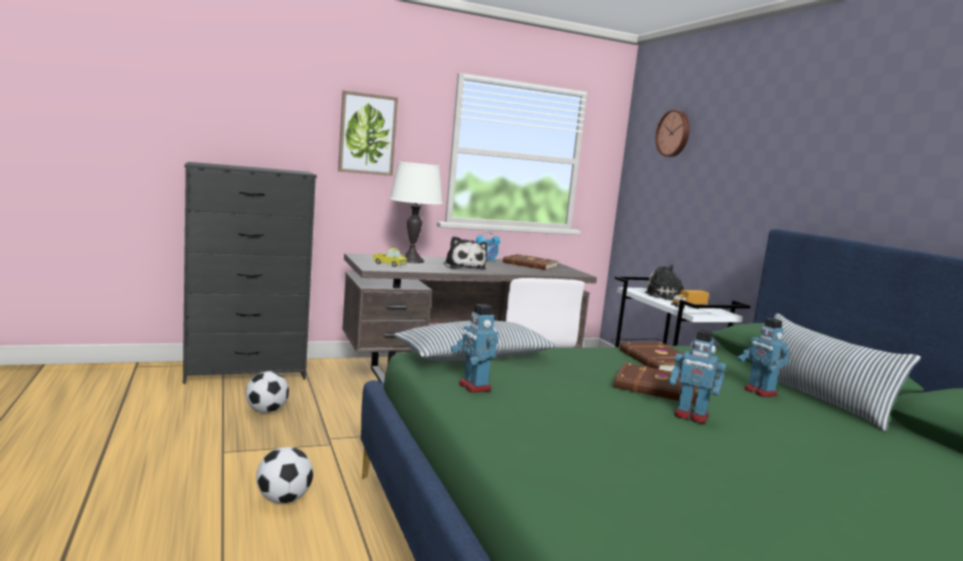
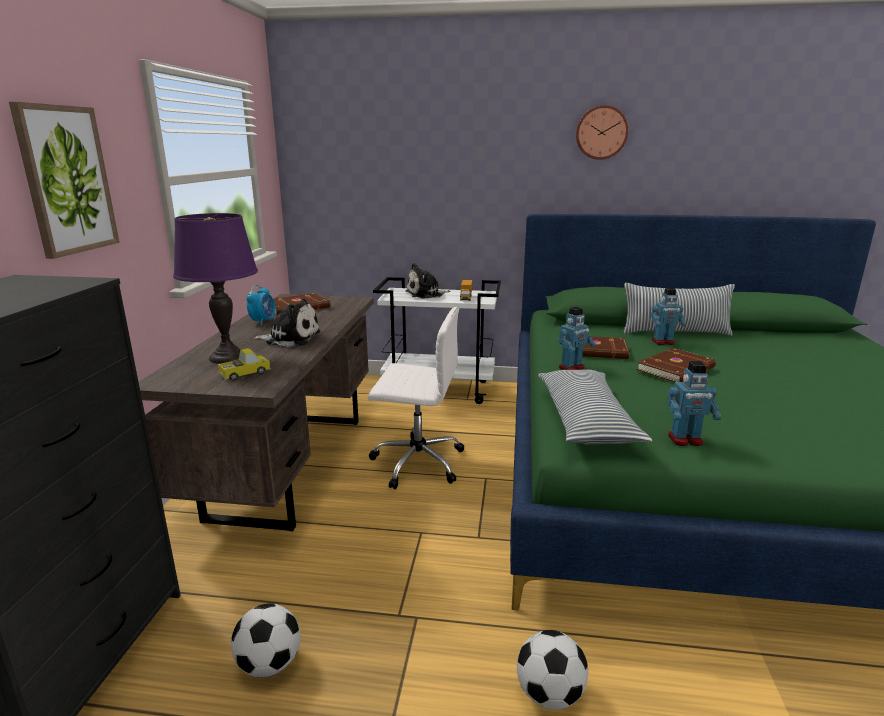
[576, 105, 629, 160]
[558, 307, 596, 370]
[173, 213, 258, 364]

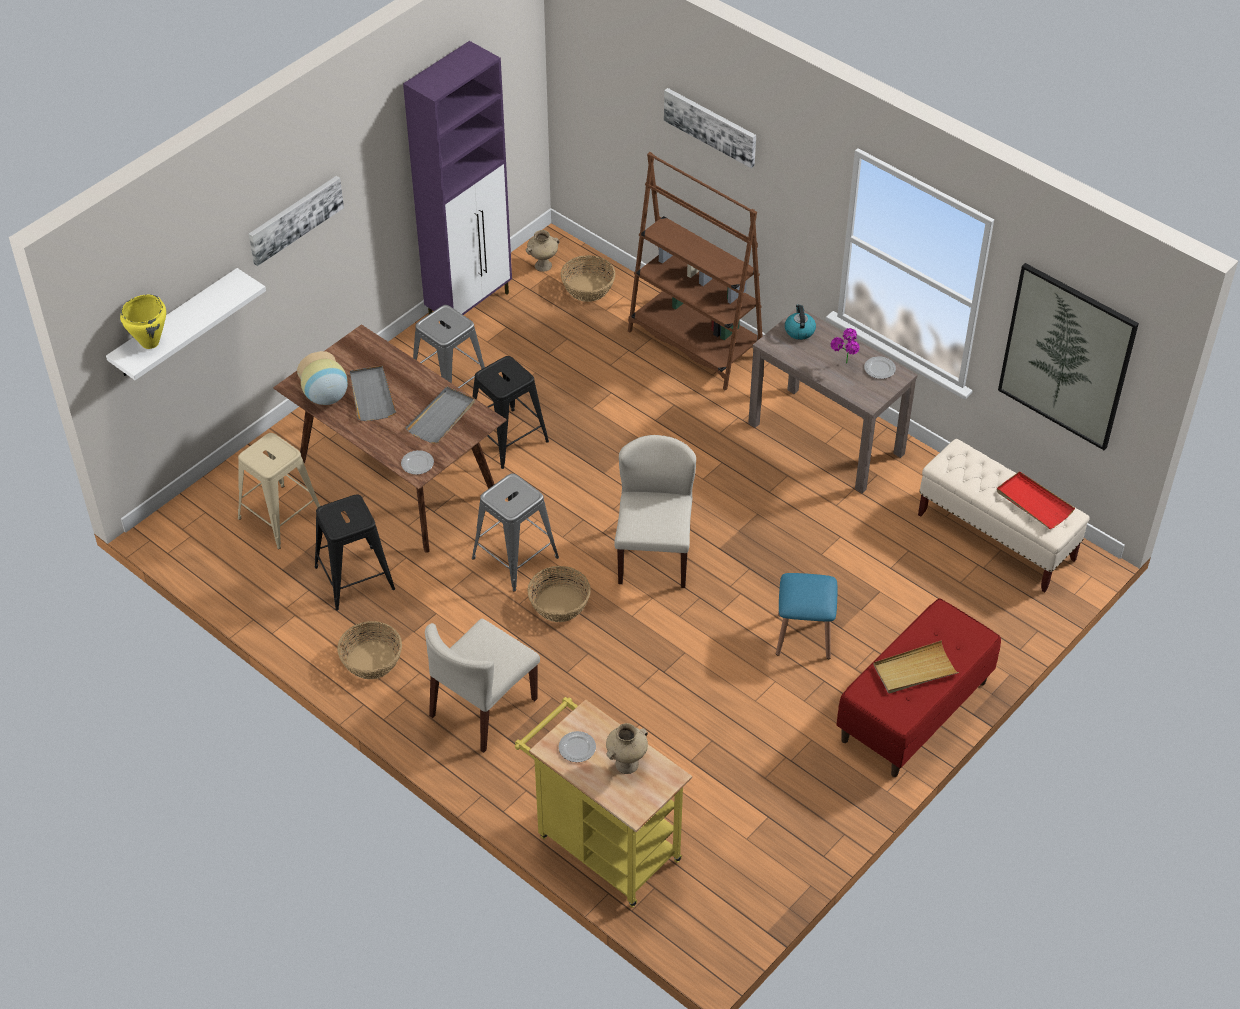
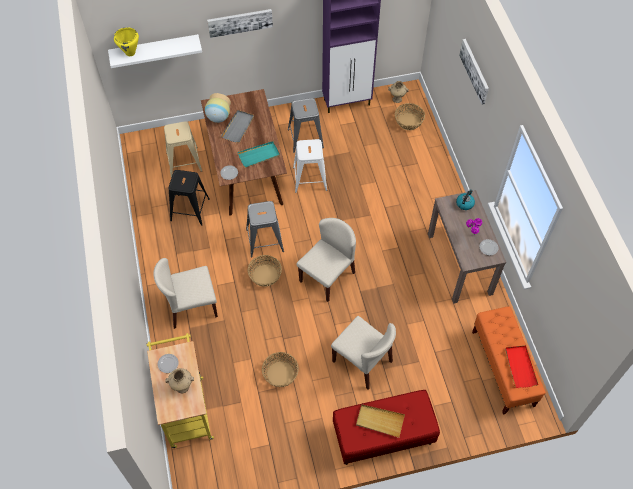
[628, 152, 763, 390] (first image)
[998, 263, 1139, 450] (first image)
[262, 352, 299, 387]
[331, 316, 396, 390]
[238, 141, 280, 168]
[293, 139, 327, 193]
[472, 307, 546, 414]

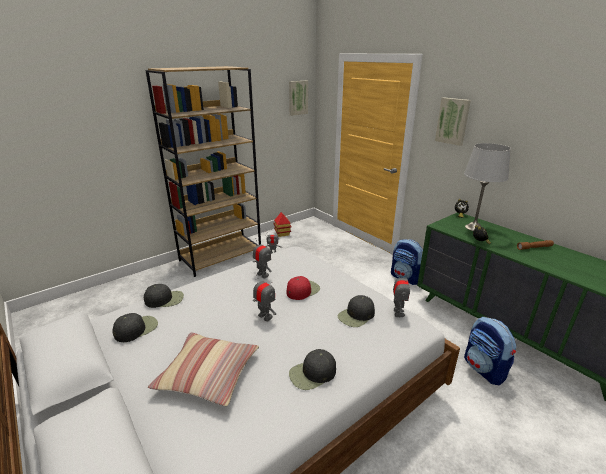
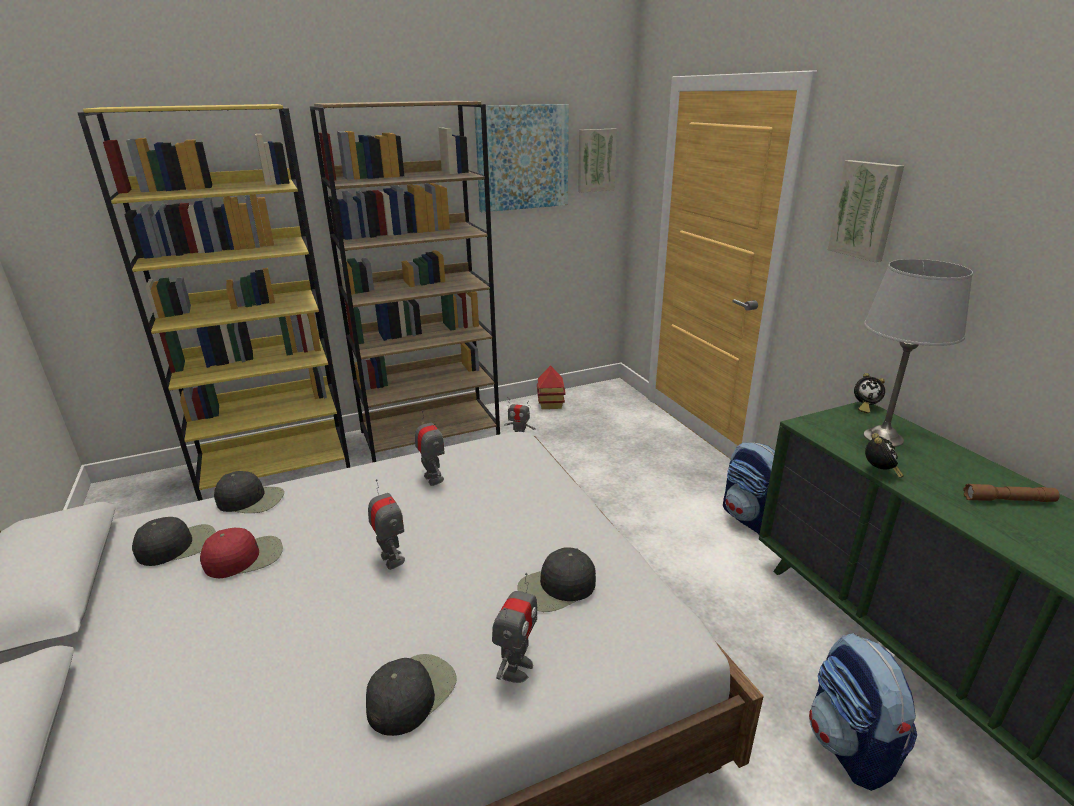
[148, 332, 259, 406] (first image)
[78, 104, 350, 501]
[474, 104, 569, 212]
[200, 528, 283, 578]
[492, 573, 537, 683]
[366, 654, 457, 736]

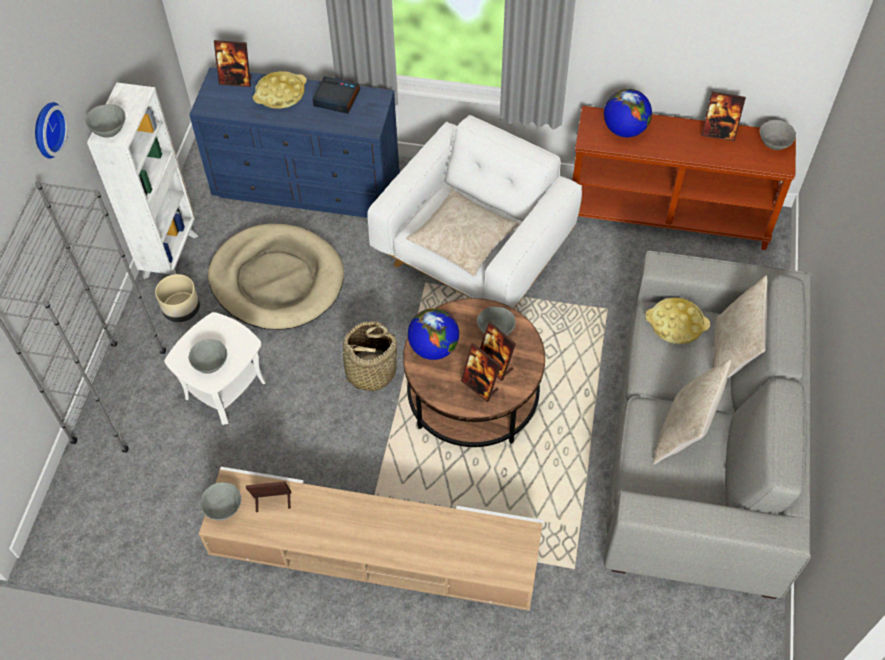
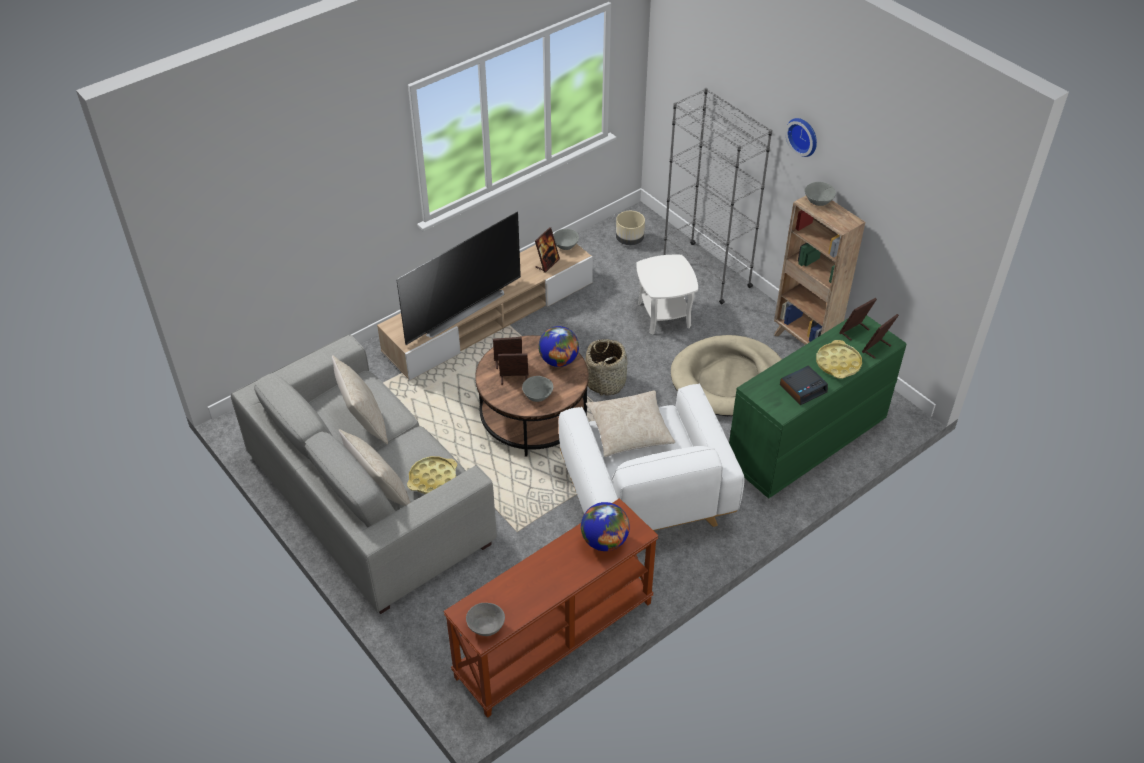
[189, 340, 227, 374] (first image)
[396, 212, 521, 345]
[616, 211, 645, 245]
[839, 298, 877, 341]
[774, 196, 865, 345]
[729, 315, 907, 499]

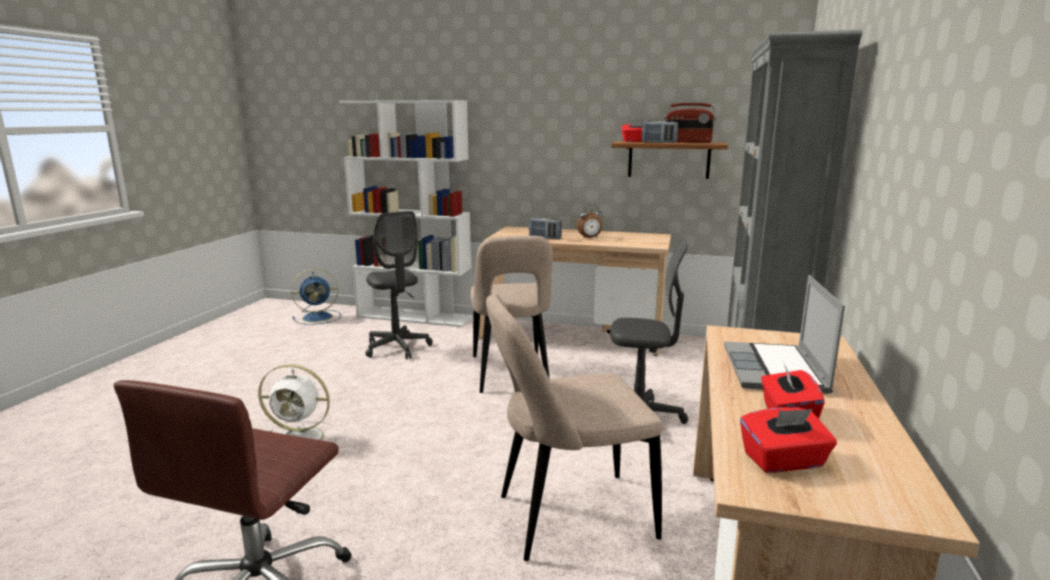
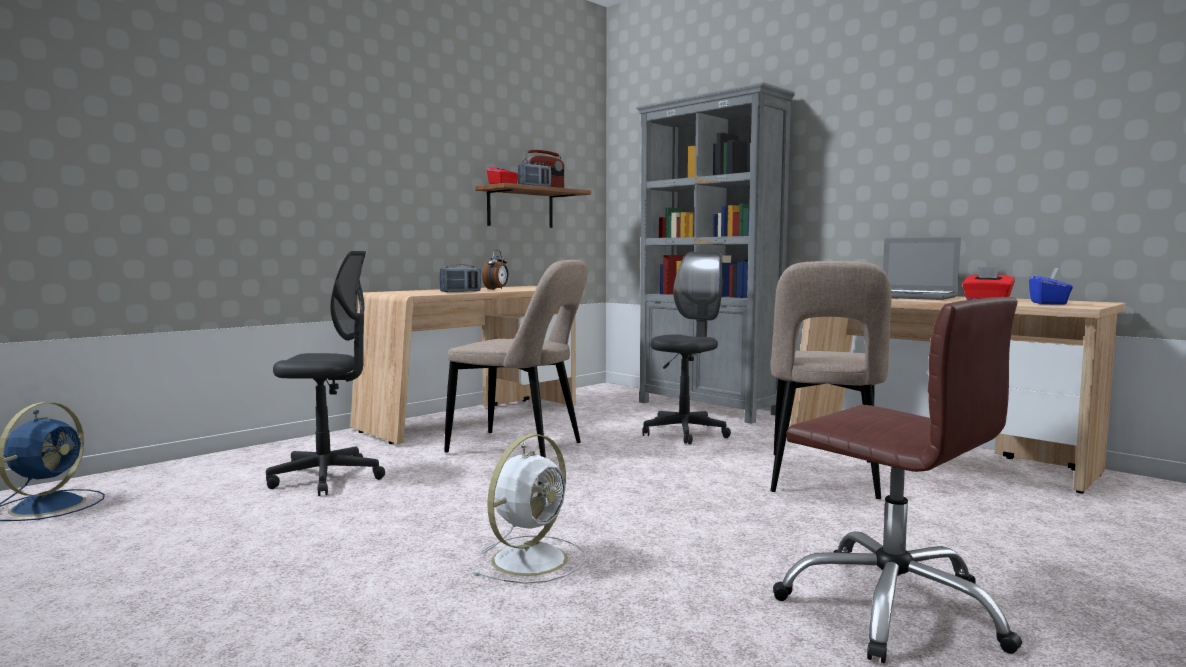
[339, 100, 473, 327] (first image)
[1029, 268, 1073, 305]

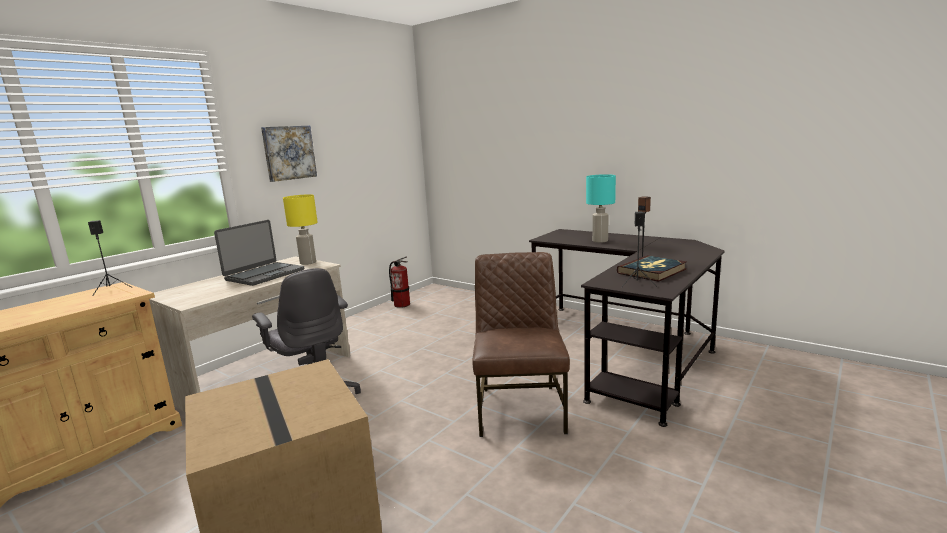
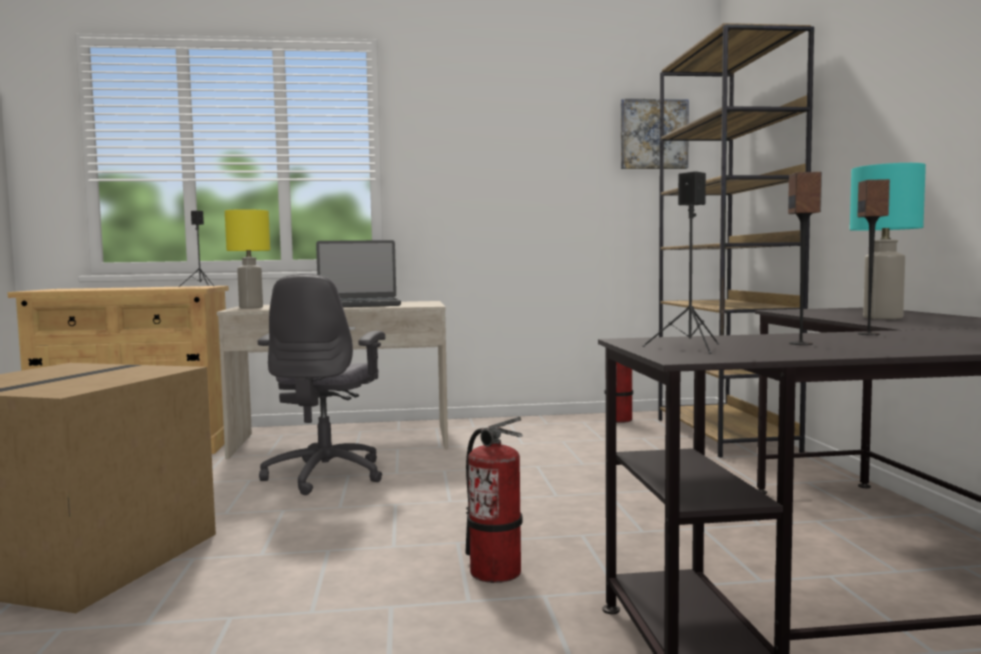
[658, 23, 814, 458]
[621, 99, 689, 169]
[225, 209, 270, 309]
[465, 417, 523, 583]
[788, 172, 822, 345]

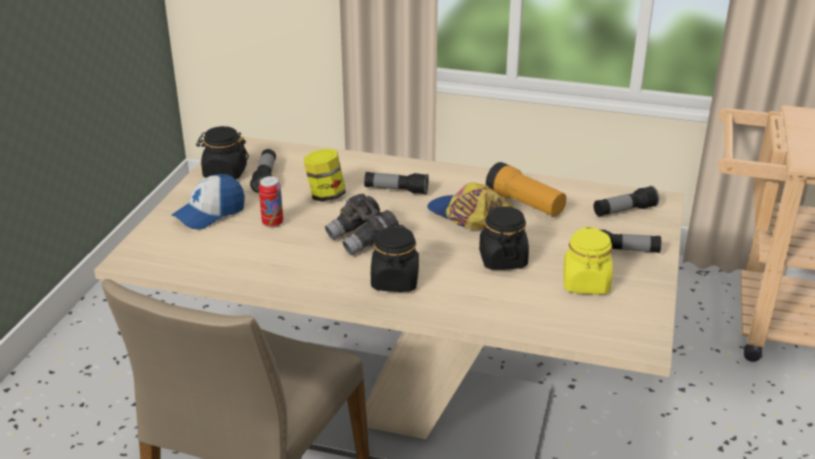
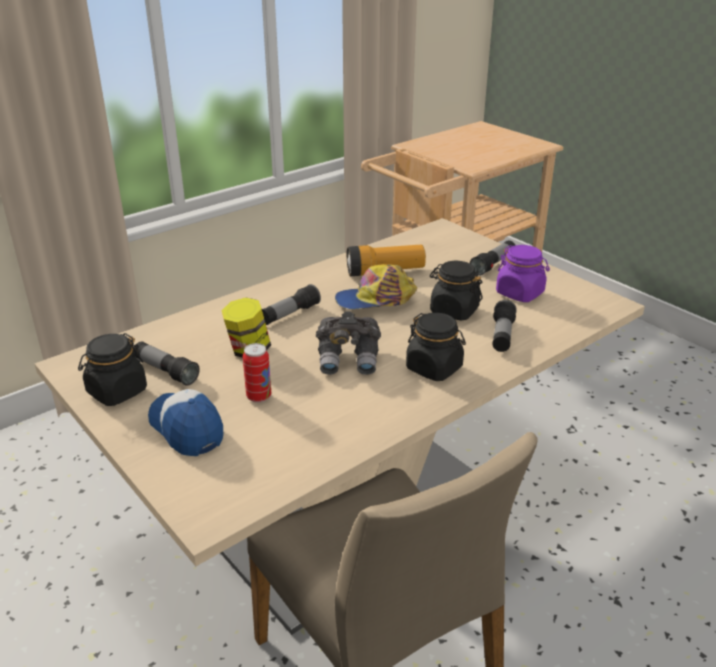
[492, 300, 517, 352]
[496, 245, 550, 302]
[148, 389, 223, 456]

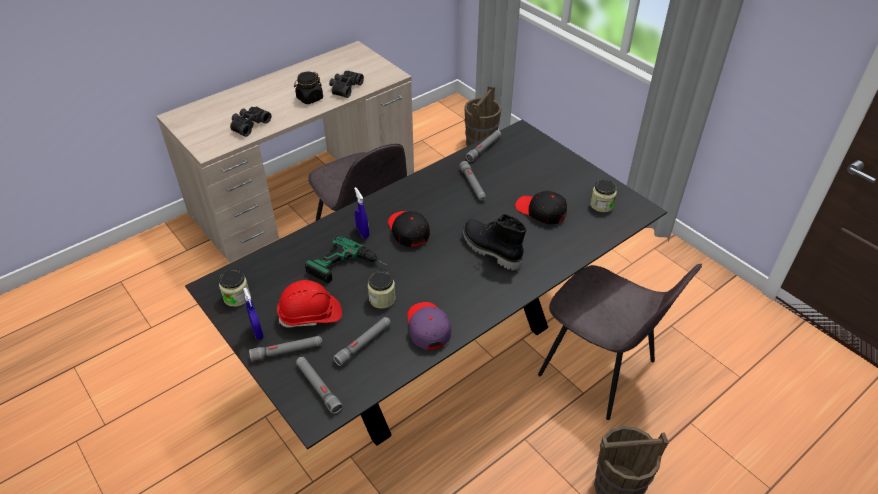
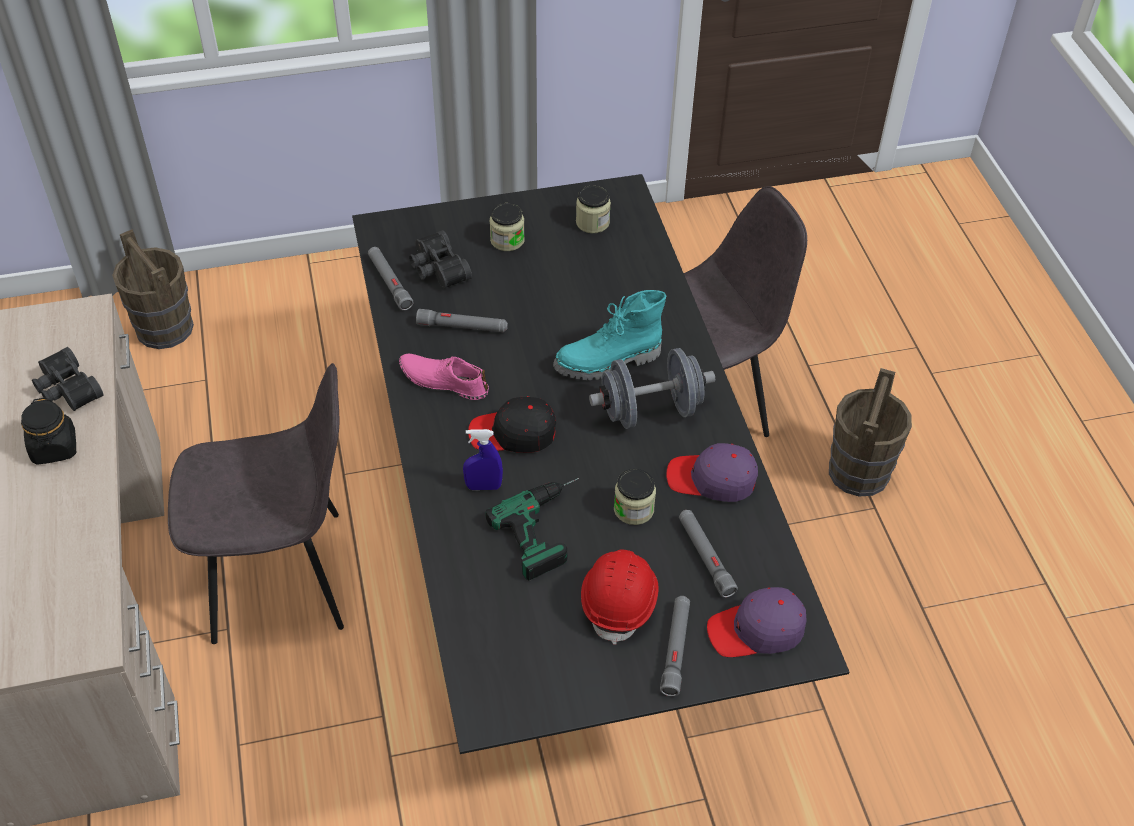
[243, 287, 264, 340] (first image)
[515, 191, 567, 224] (first image)
[399, 354, 489, 400]
[589, 348, 715, 429]
[490, 203, 525, 251]
[409, 230, 472, 289]
[707, 587, 807, 657]
[553, 290, 666, 380]

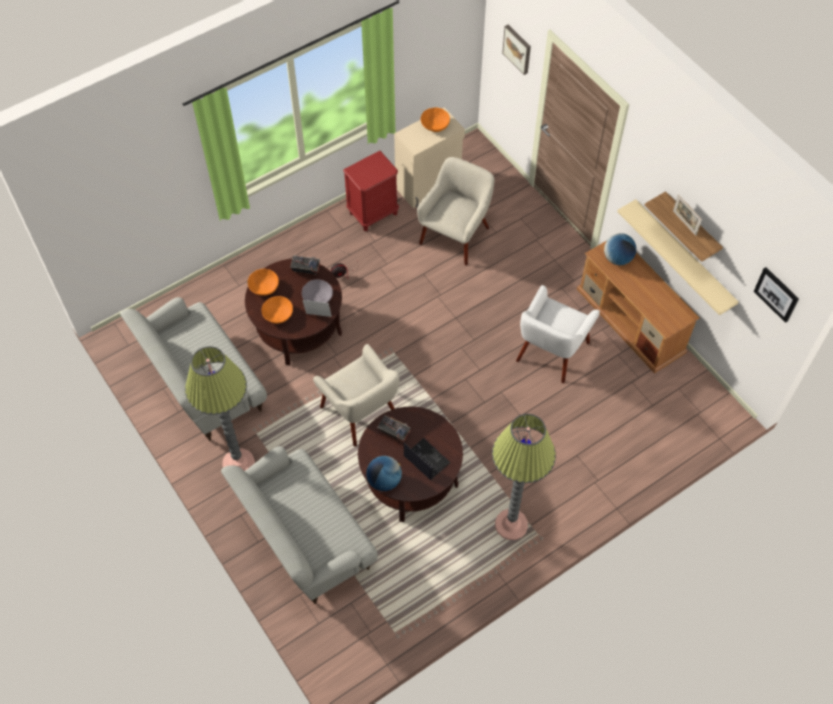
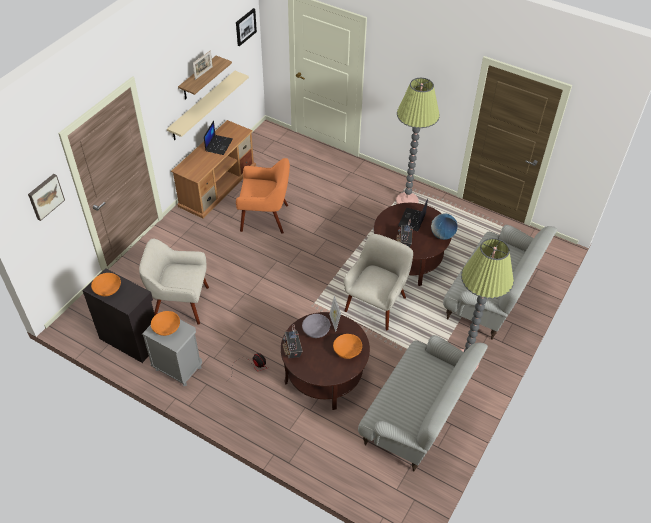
[604, 233, 636, 265] (first image)
[204, 120, 233, 155]
[151, 311, 180, 336]
[142, 320, 202, 386]
[82, 268, 155, 363]
[236, 158, 290, 234]

